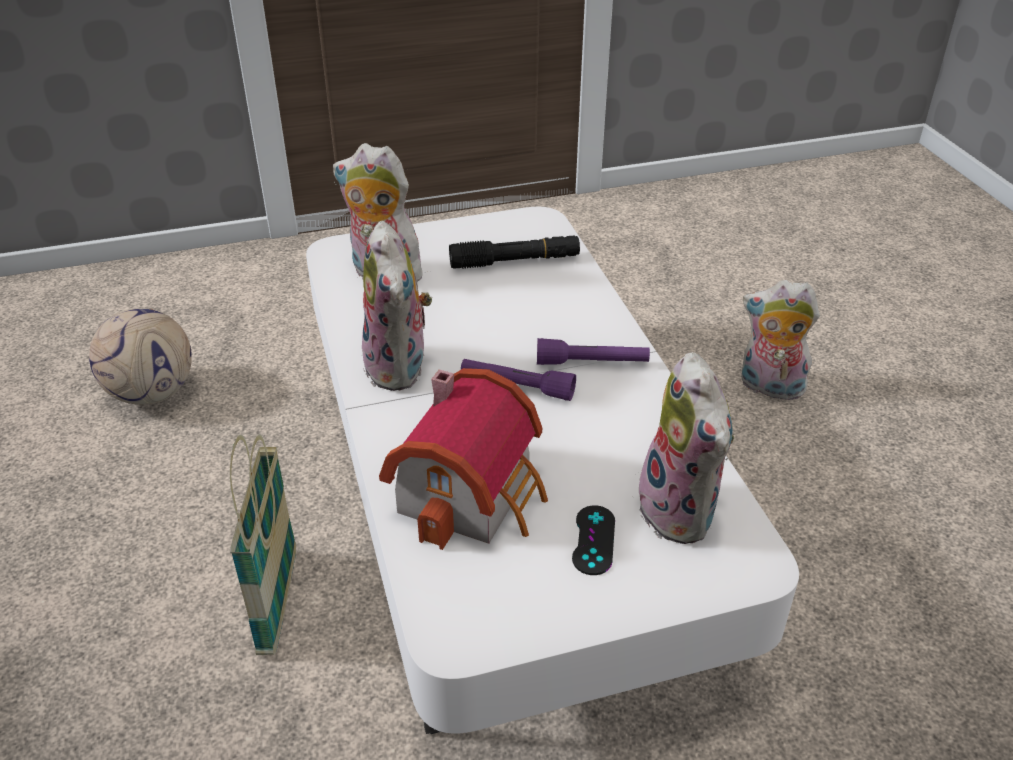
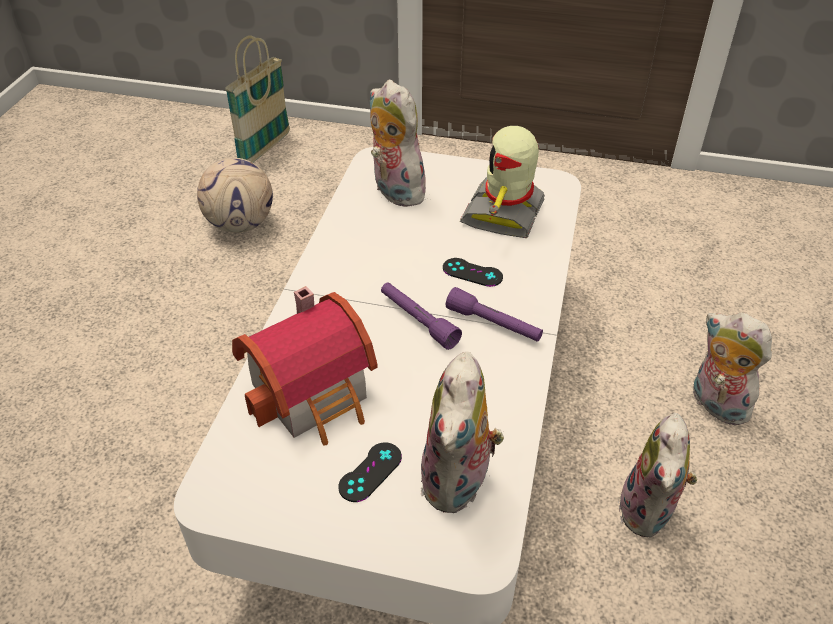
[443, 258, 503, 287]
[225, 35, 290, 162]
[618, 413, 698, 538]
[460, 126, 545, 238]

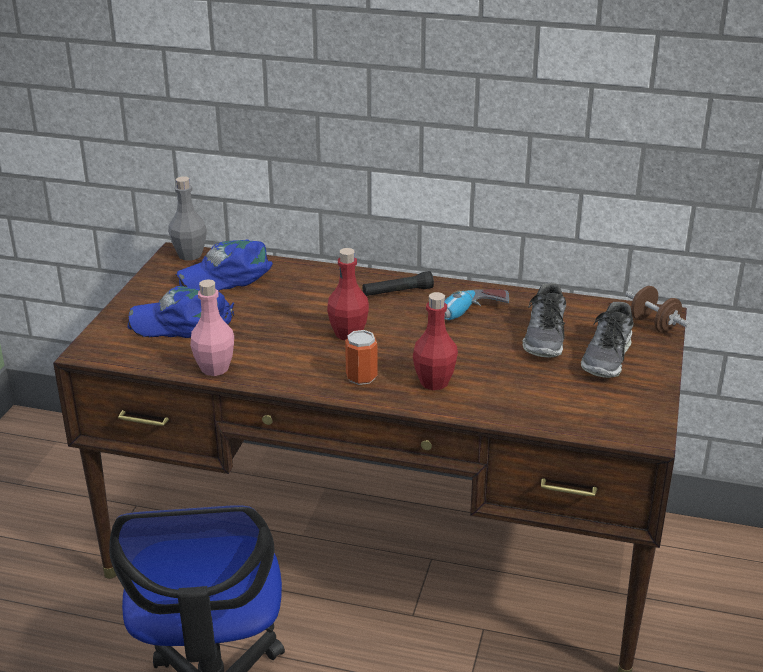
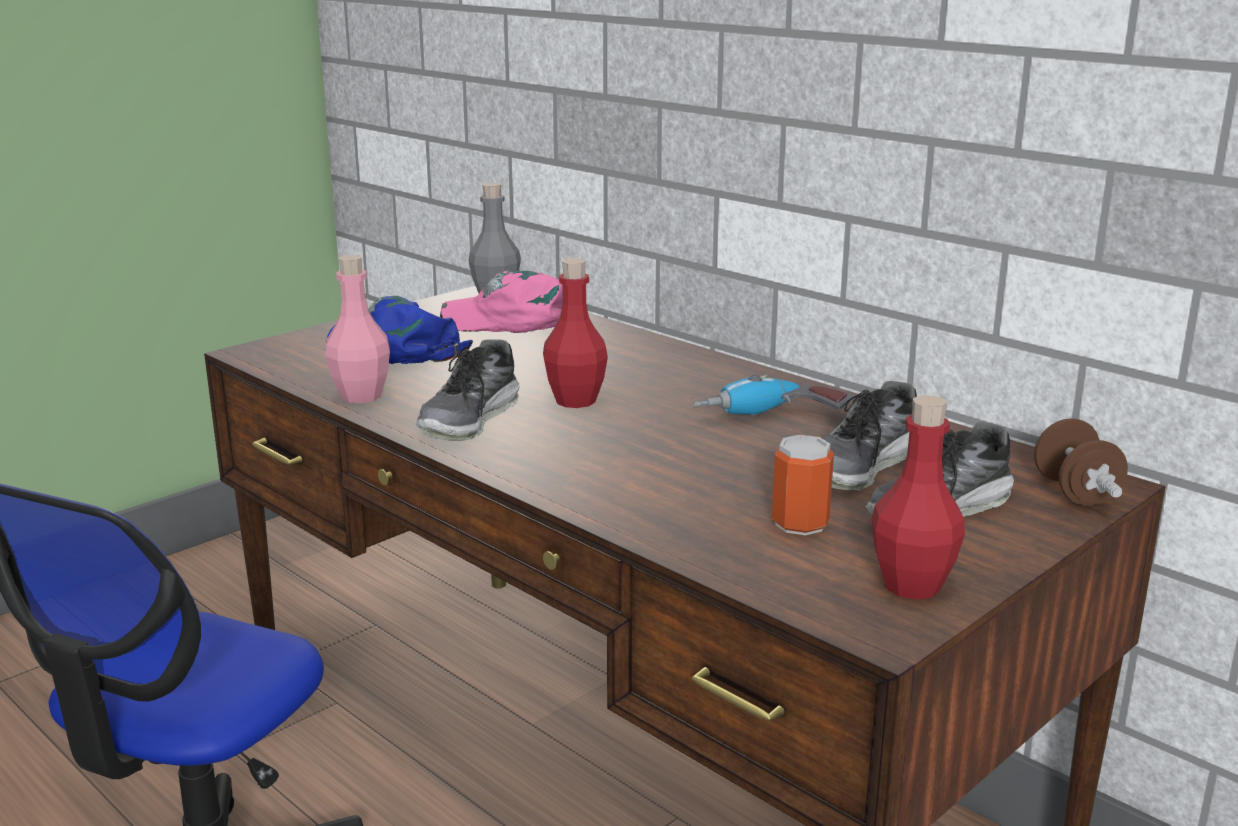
[363, 271, 434, 296] (first image)
[416, 339, 520, 441]
[772, 435, 834, 535]
[871, 395, 965, 600]
[440, 270, 563, 333]

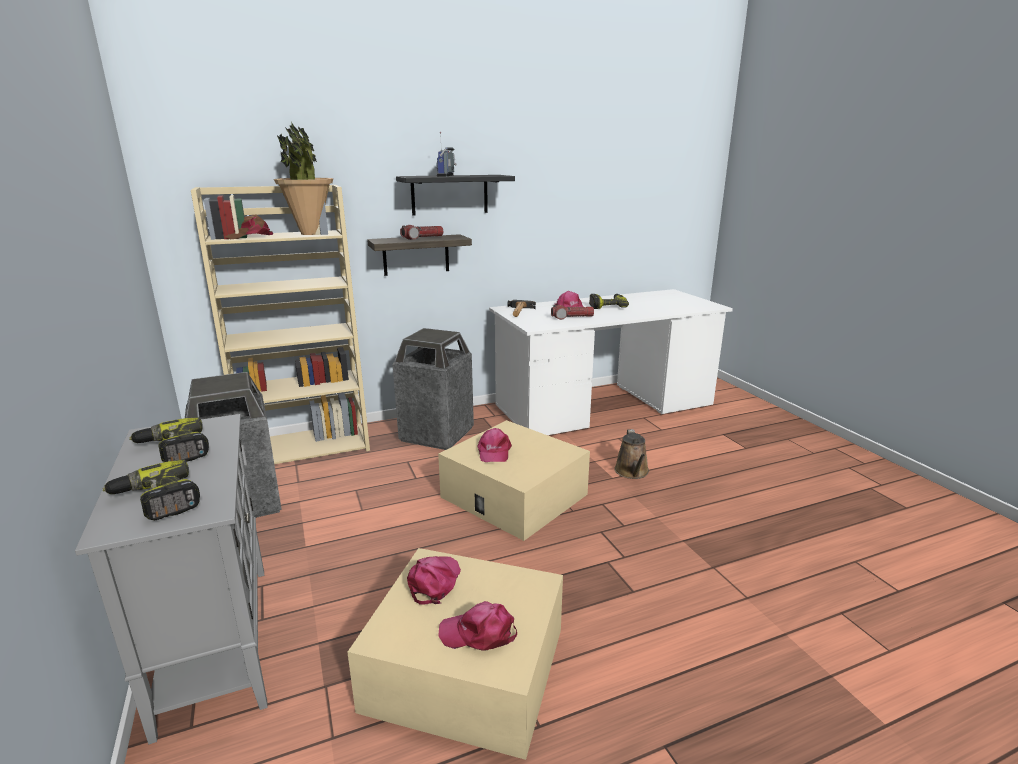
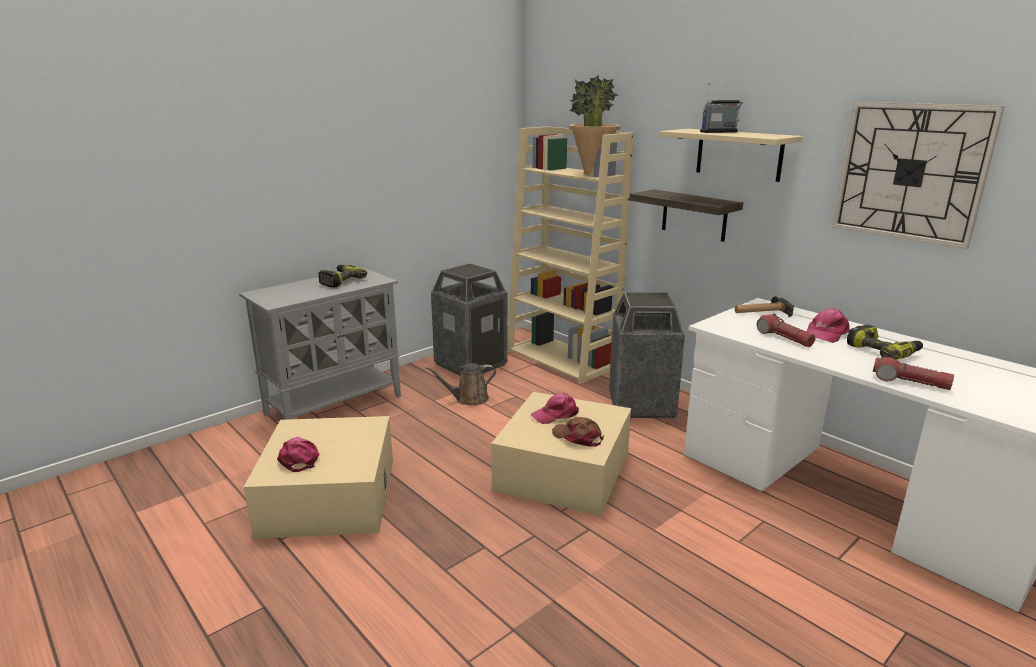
[102, 459, 200, 520] (first image)
[407, 556, 461, 605] (first image)
[832, 102, 1005, 249]
[552, 417, 604, 447]
[873, 355, 954, 390]
[425, 363, 496, 405]
[659, 129, 803, 182]

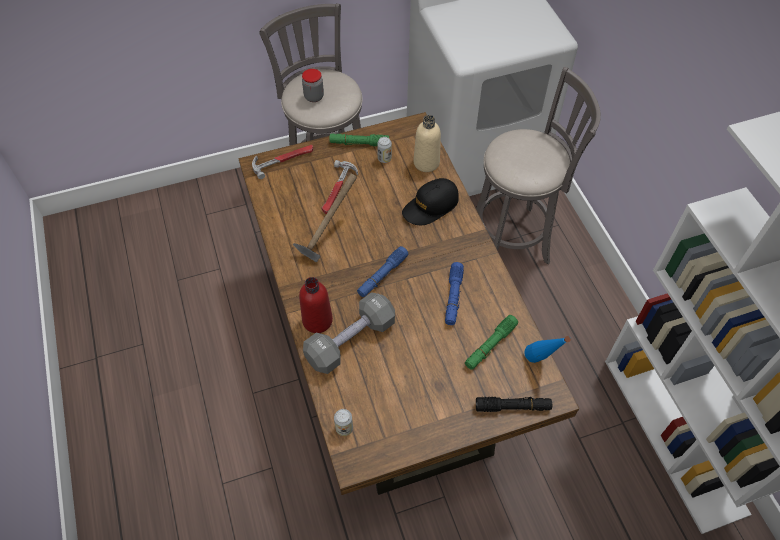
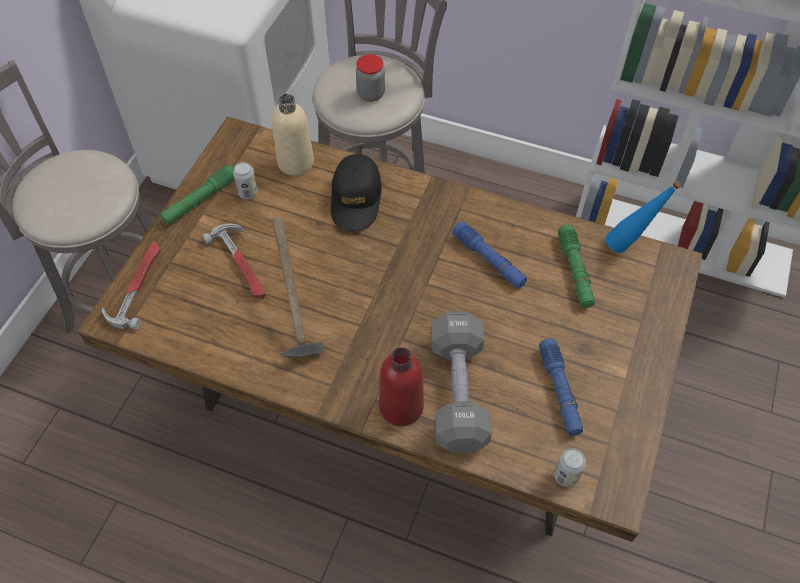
[476, 397, 552, 412] (first image)
[356, 54, 385, 102]
[539, 338, 583, 436]

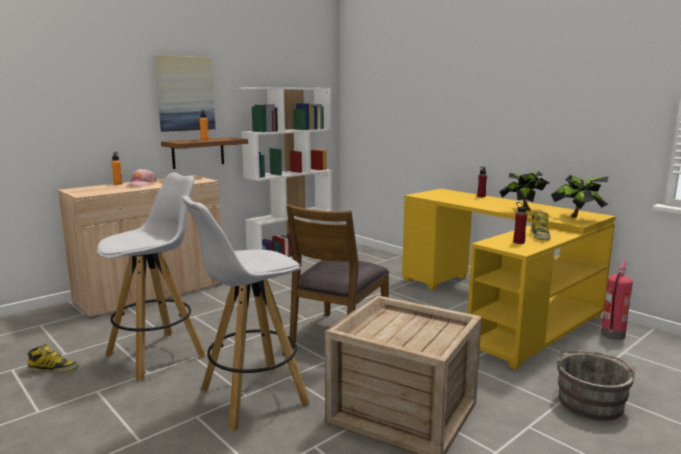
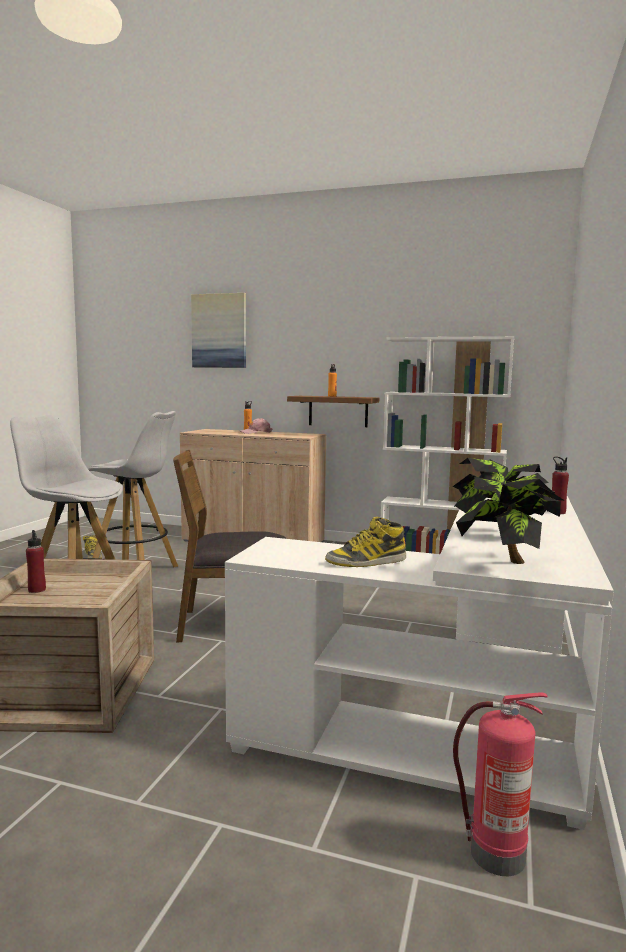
[556, 350, 635, 420] (first image)
[191, 293, 246, 368]
[26, 530, 46, 593]
[225, 496, 614, 830]

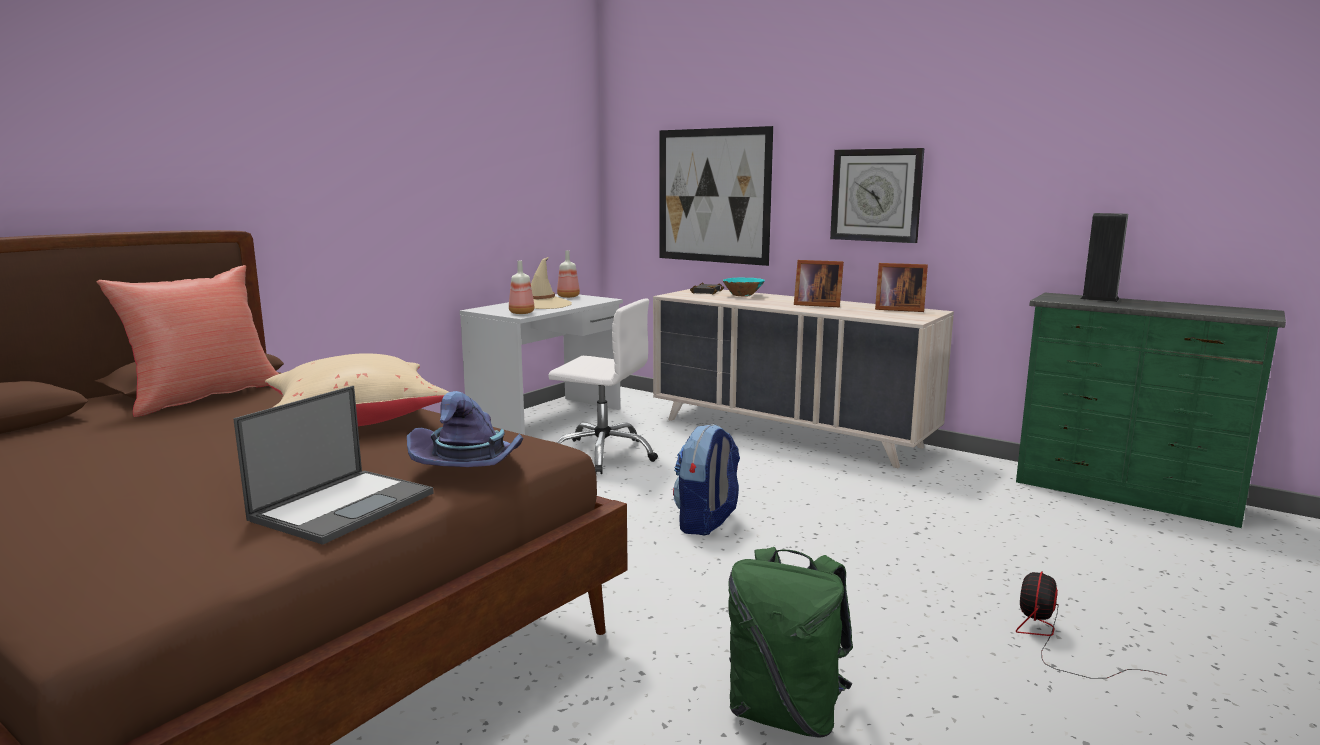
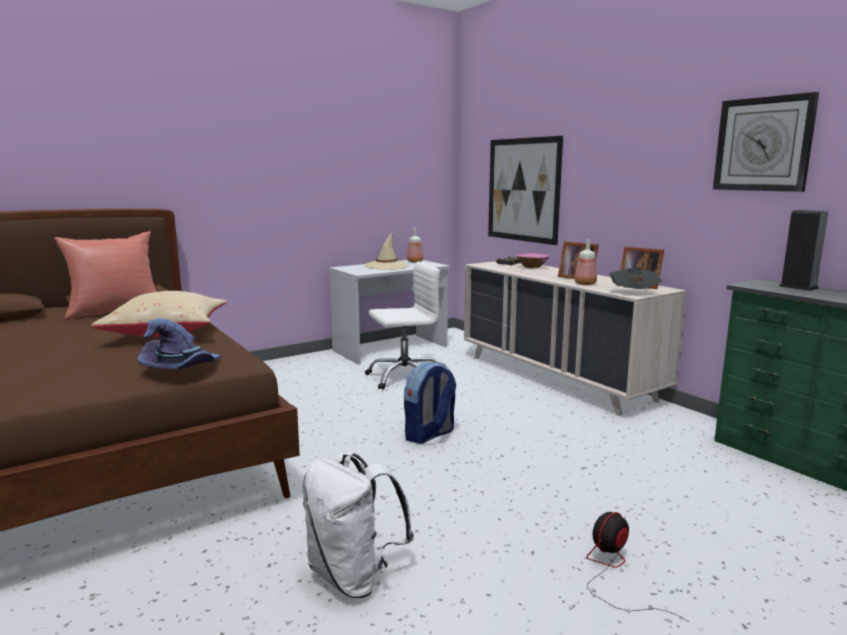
[233, 386, 434, 545] (first image)
[609, 268, 662, 289]
[575, 240, 597, 285]
[713, 92, 819, 192]
[517, 254, 550, 269]
[303, 452, 414, 598]
[365, 262, 440, 390]

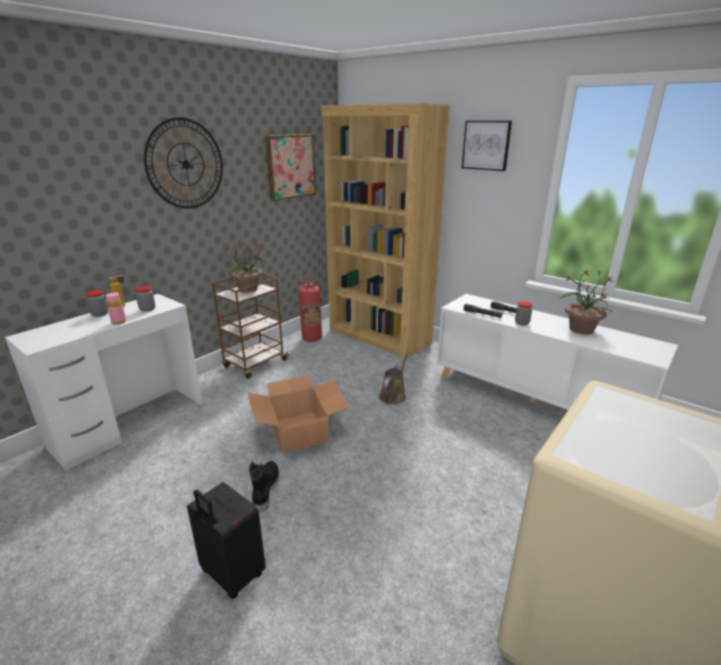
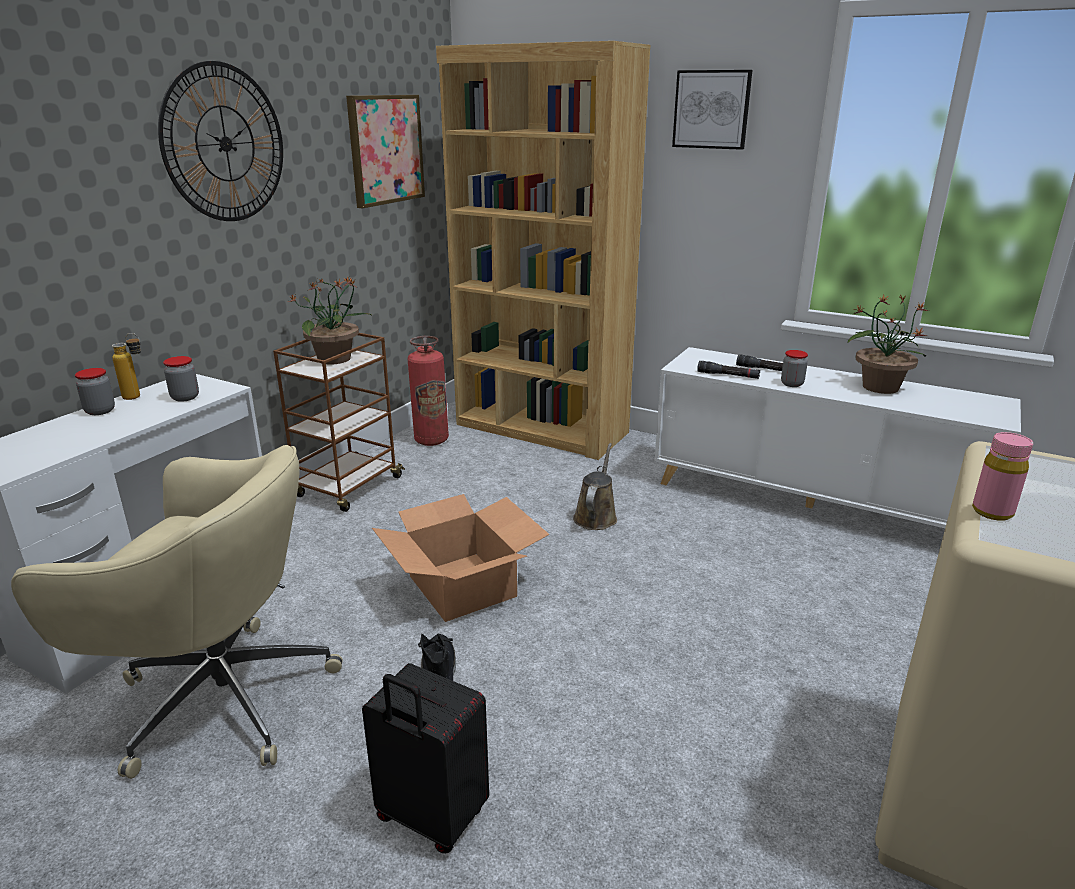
[11, 445, 343, 779]
[972, 432, 1033, 521]

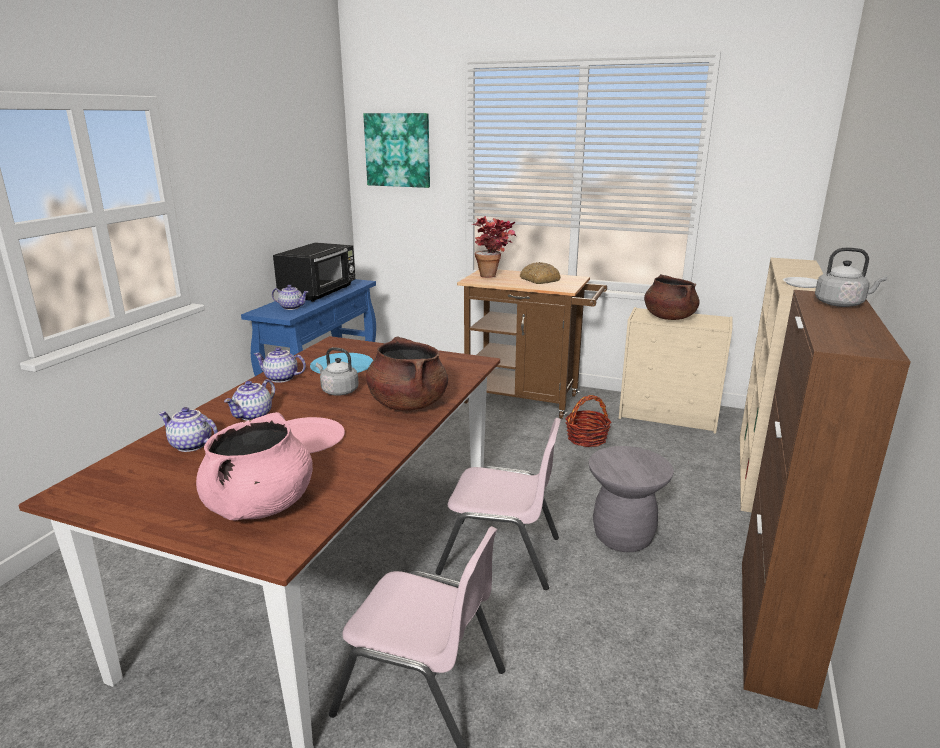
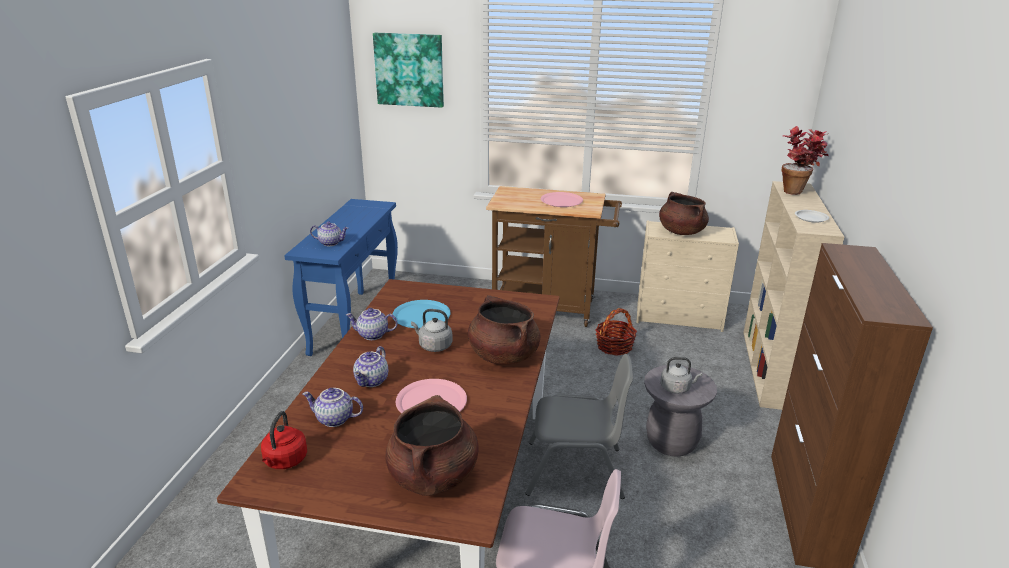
[273, 242, 355, 302] (first image)
[261, 411, 307, 469]
[781, 126, 828, 195]
[661, 357, 702, 394]
[541, 192, 583, 207]
[385, 395, 479, 496]
[525, 354, 633, 499]

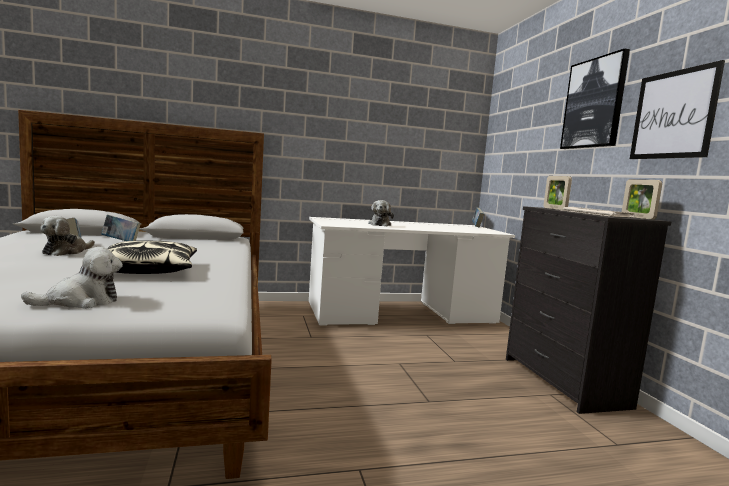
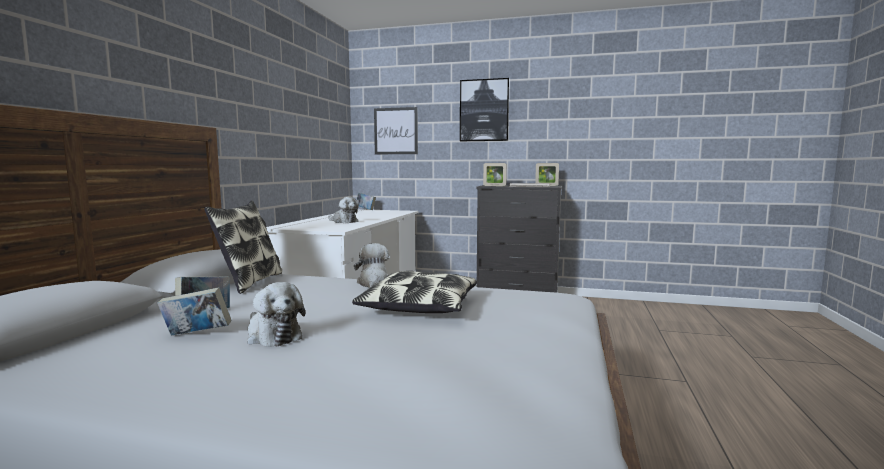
[204, 201, 282, 294]
[354, 243, 390, 288]
[374, 107, 418, 154]

